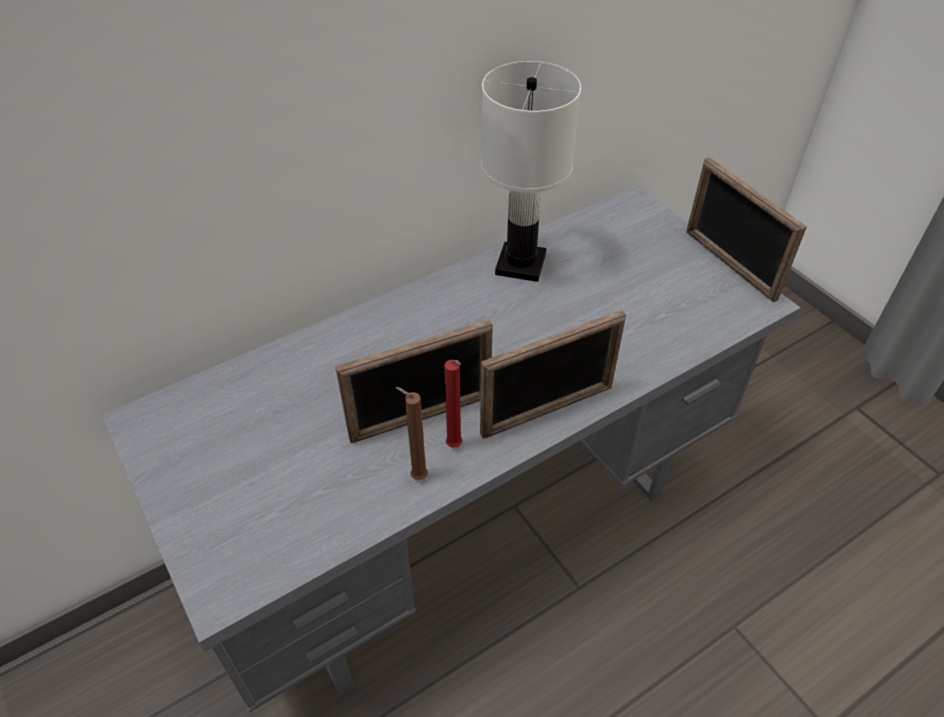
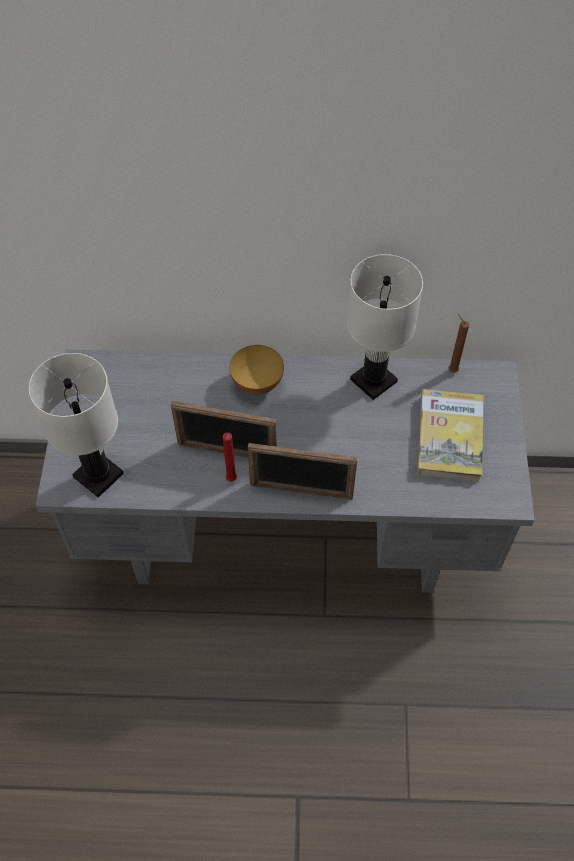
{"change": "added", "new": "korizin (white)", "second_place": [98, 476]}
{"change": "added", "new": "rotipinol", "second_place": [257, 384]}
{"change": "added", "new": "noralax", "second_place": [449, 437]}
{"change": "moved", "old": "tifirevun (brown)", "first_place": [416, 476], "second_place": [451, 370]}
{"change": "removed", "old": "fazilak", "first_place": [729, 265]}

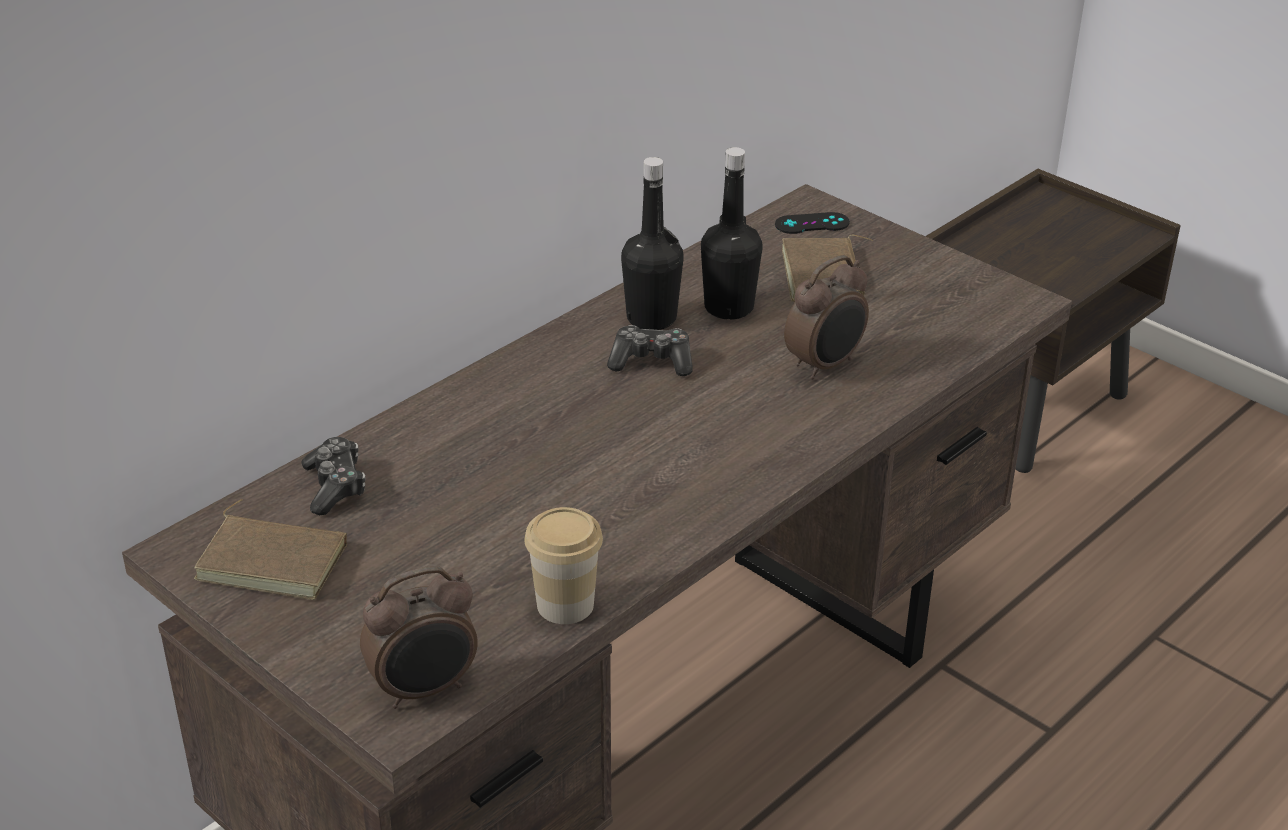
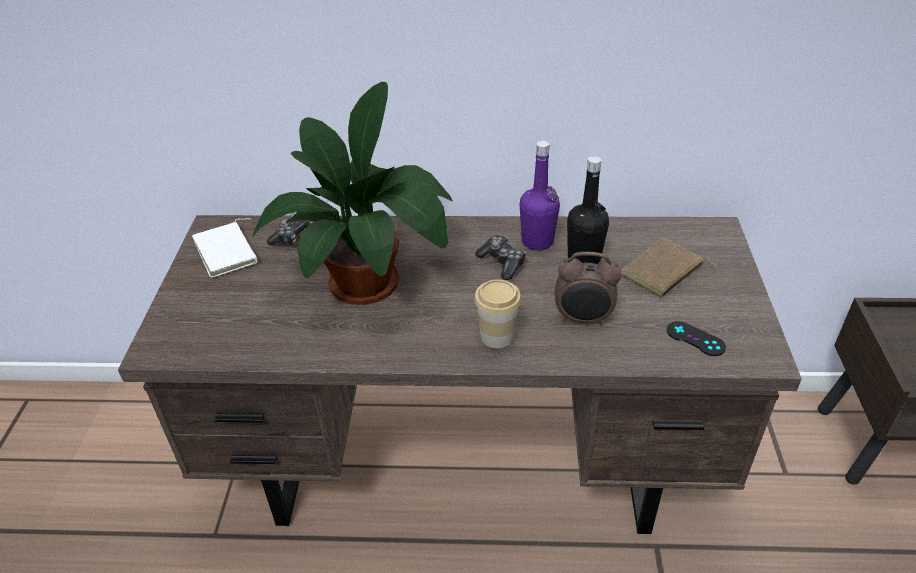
{"change": "recoloured", "old": "noralax (brown)", "new": "noralax (white)", "first_place": [275, 560], "second_place": [228, 252]}
{"change": "added", "new": "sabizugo", "second_place": [370, 280]}
{"change": "moved", "old": "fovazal", "first_place": [565, 604], "second_place": [497, 336]}
{"change": "recoloured", "old": "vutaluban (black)", "new": "vutaluban (purple)", "first_place": [651, 318], "second_place": [537, 241]}
{"change": "moved", "old": "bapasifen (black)", "first_place": [812, 224], "second_place": [695, 339]}
{"change": "removed", "old": "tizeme", "first_place": [425, 690]}

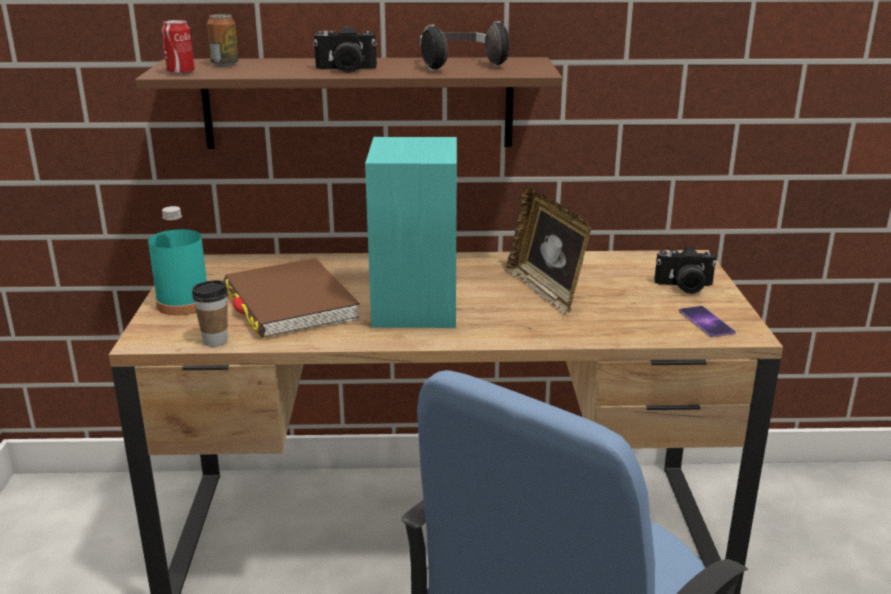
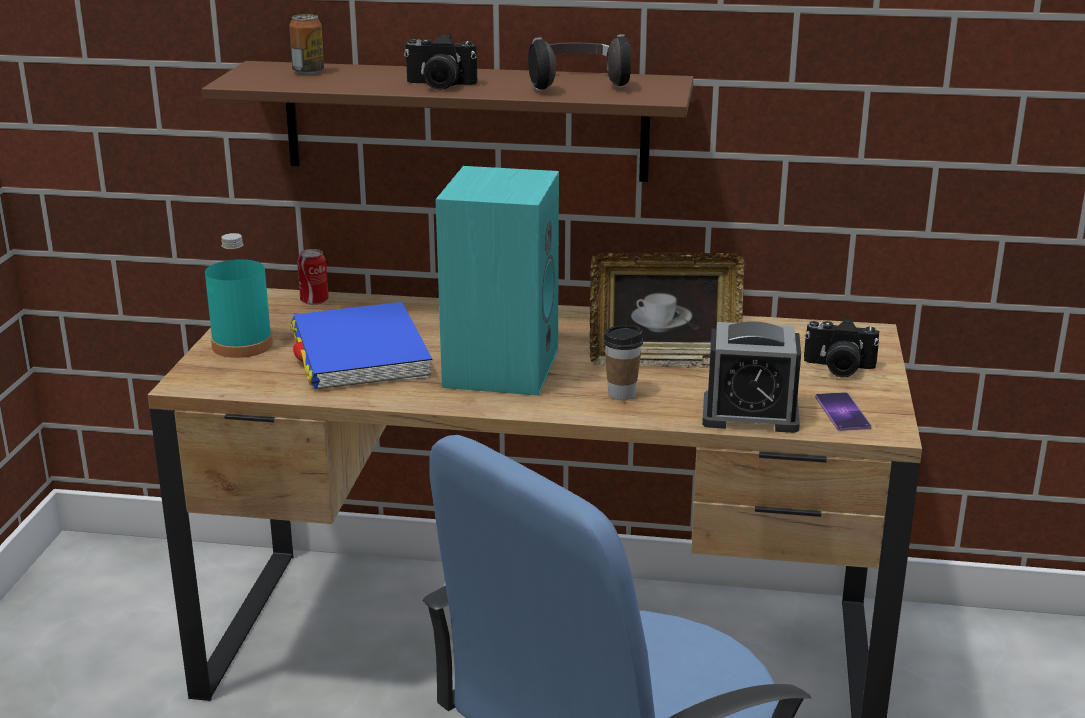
{"change": "recoloured", "old": "noralax (brown)", "new": "noralax (blue)", "first_place": [290, 304], "second_place": [360, 354]}
{"change": "moved", "old": "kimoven", "first_place": [180, 73], "second_place": [314, 301]}
{"change": "turned", "old": "fazilak", "first_place": [545, 291], "second_place": [664, 361], "degrees": -75}
{"change": "moved", "old": "fovazal", "first_place": [215, 341], "second_place": [621, 394]}
{"change": "added", "new": "tizeme", "second_place": [750, 414]}

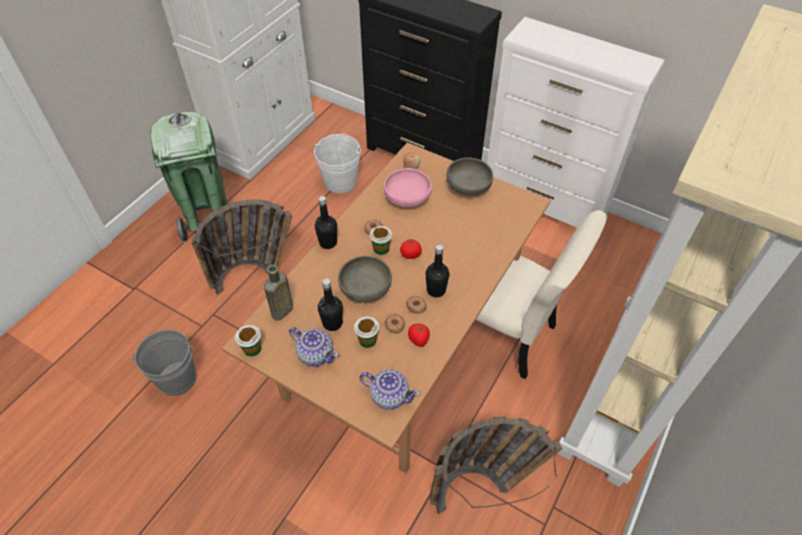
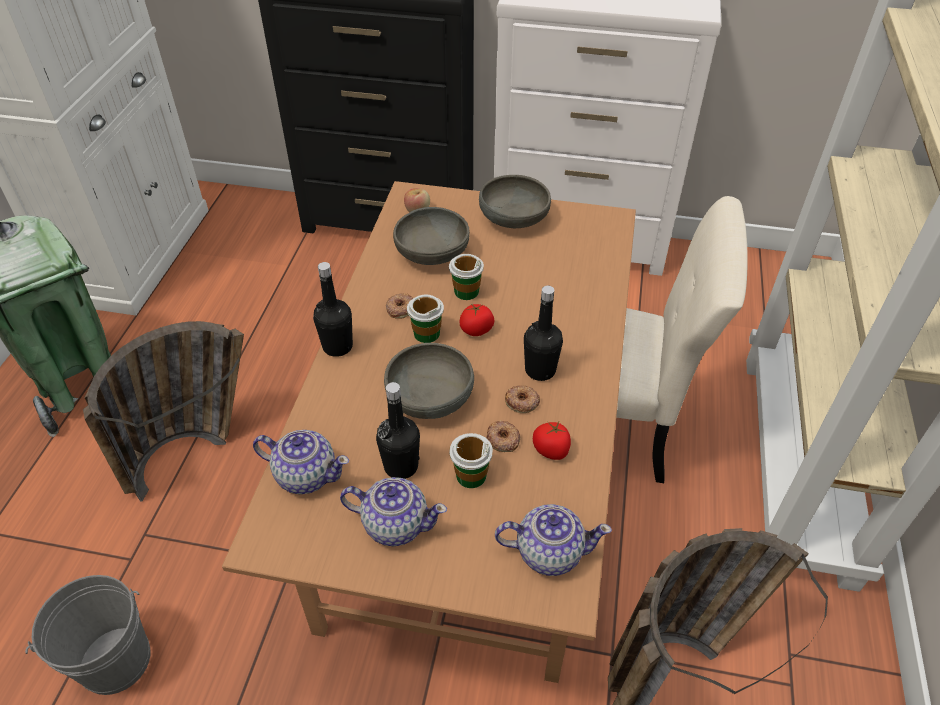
{"change": "replaced", "old": "vutaluban (brown)", "new": "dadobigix", "first_place": [281, 312], "second_place": [305, 474]}
{"change": "recoloured", "old": "rotipinol (pink)", "new": "rotipinol (grey)", "first_place": [407, 198], "second_place": [432, 253]}
{"change": "moved", "old": "fovazal", "first_place": [252, 348], "second_place": [466, 291]}
{"change": "removed", "old": "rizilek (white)", "first_place": [340, 181]}

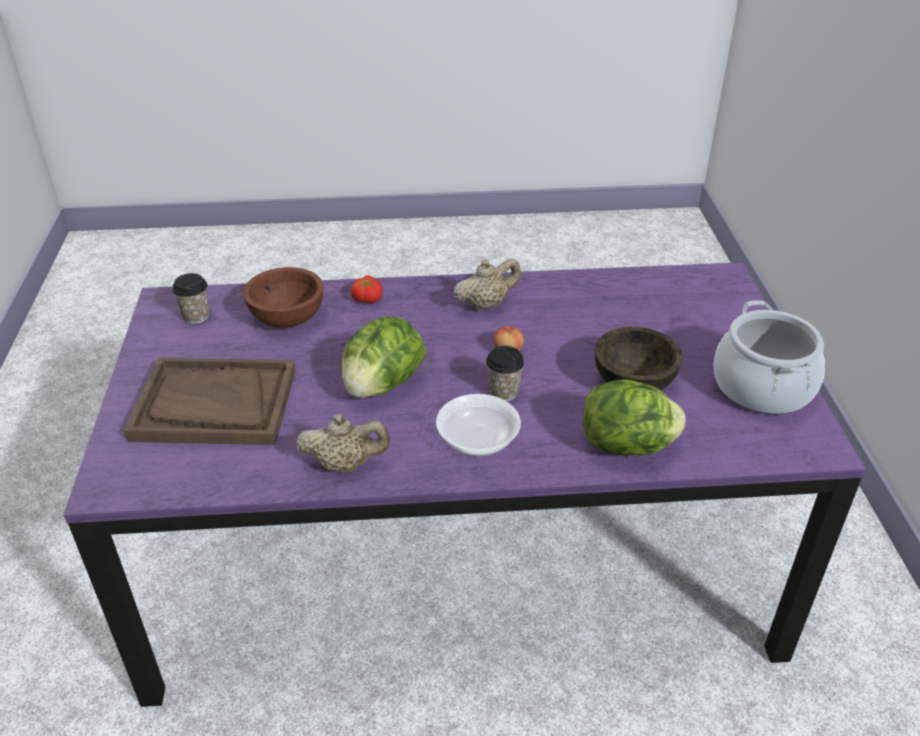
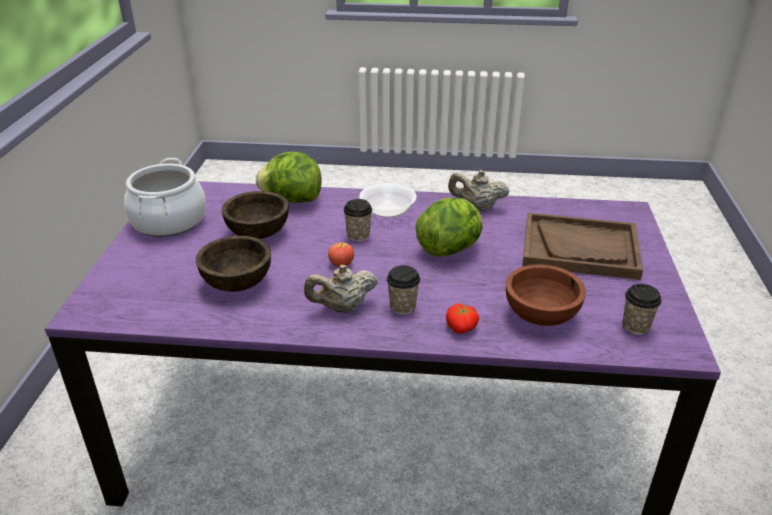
{"change": "added", "new": "rotipinol (brown)", "second_place": [237, 283]}
{"change": "added", "new": "fovazal", "second_place": [402, 307]}

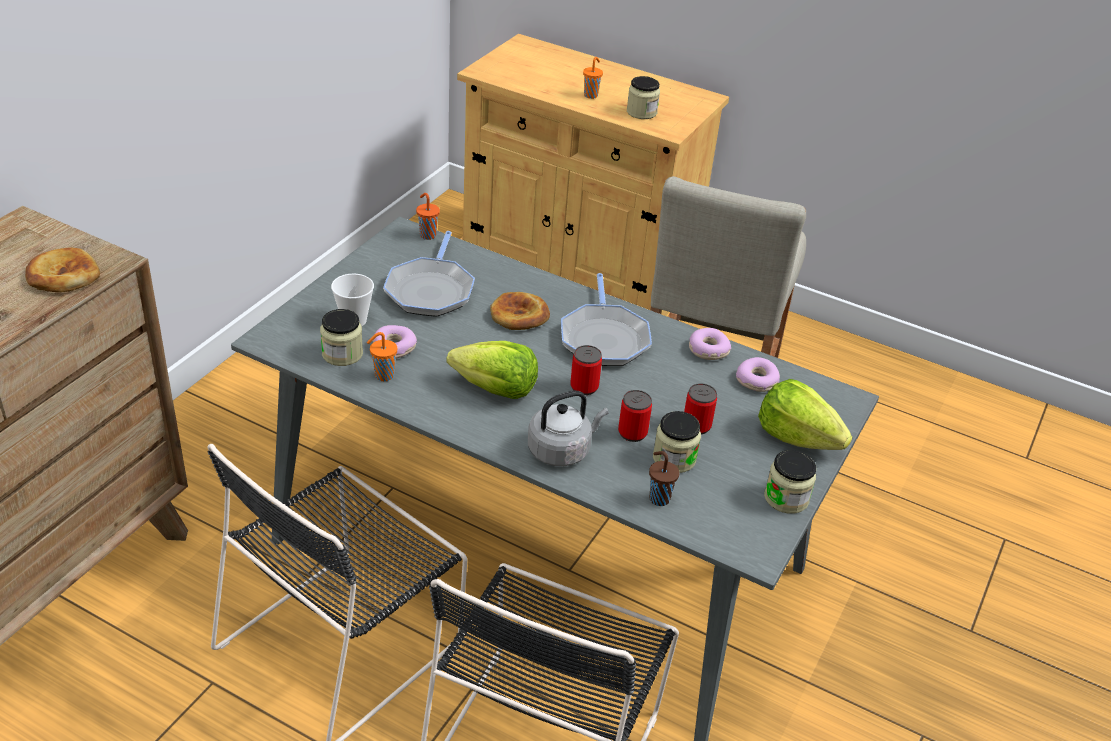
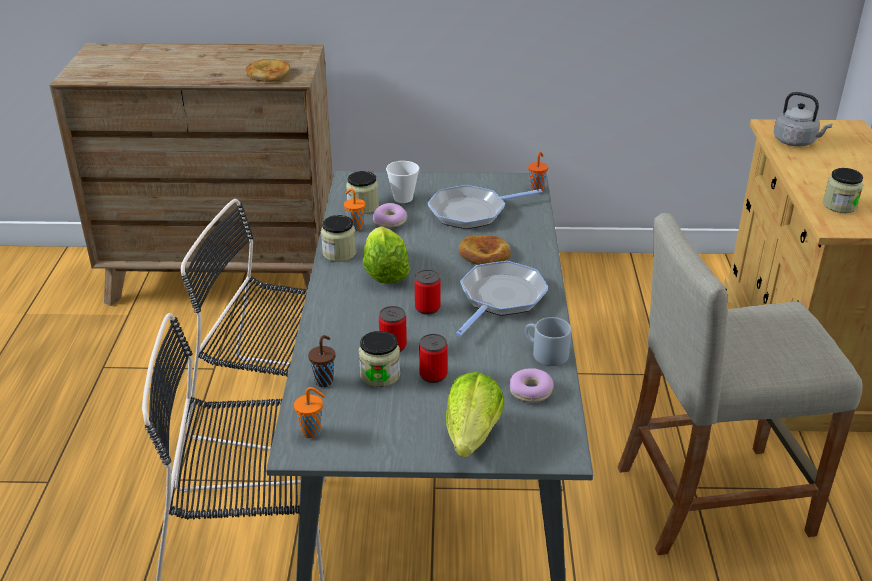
{"change": "moved", "old": "fovazal (orange)", "first_place": [591, 95], "second_place": [312, 432]}
{"change": "moved", "old": "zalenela", "first_place": [786, 498], "second_place": [339, 253]}
{"change": "turned", "old": "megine", "first_place": [604, 338], "second_place": [500, 298], "degrees": 150}
{"change": "replaced", "old": "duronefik", "new": "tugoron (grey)", "first_place": [708, 350], "second_place": [544, 353]}
{"change": "moved", "old": "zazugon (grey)", "first_place": [562, 450], "second_place": [796, 142]}

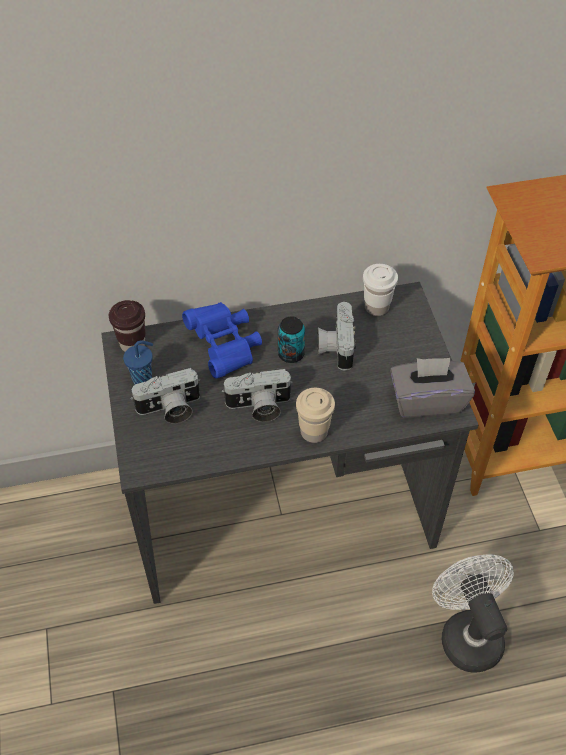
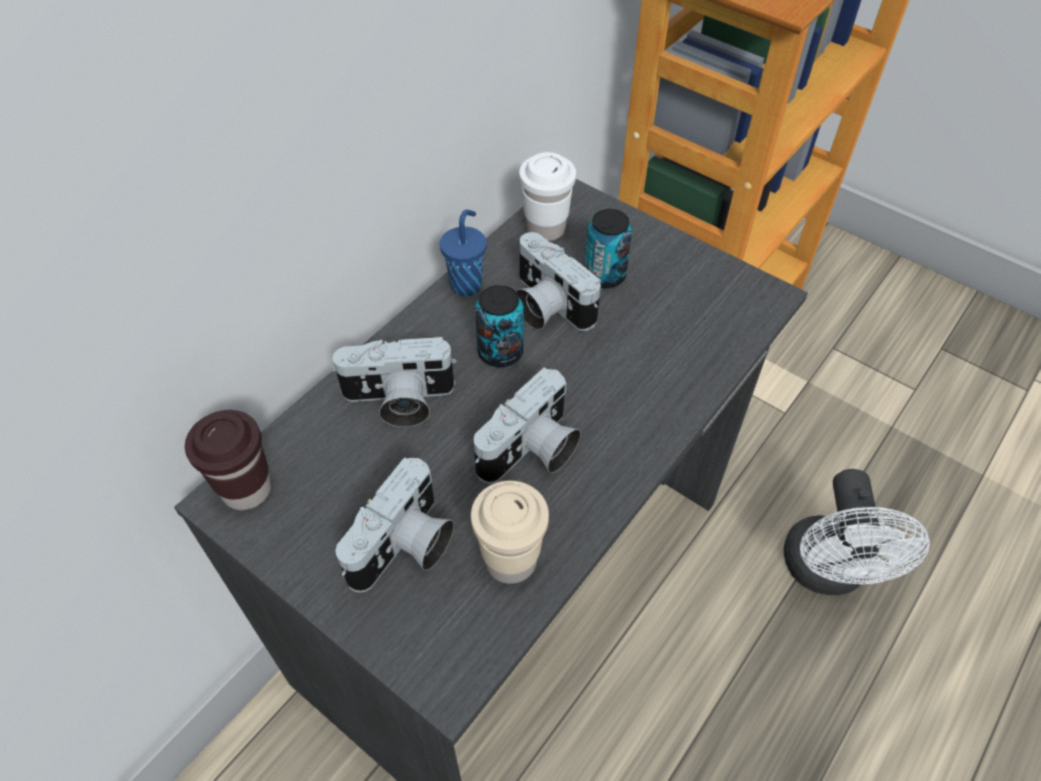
{"change": "replaced", "old": "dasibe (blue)", "new": "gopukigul", "first_place": [225, 347], "second_place": [398, 401]}
{"change": "moved", "old": "fovazal (blue)", "first_place": [143, 379], "second_place": [467, 284]}
{"change": "moved", "old": "fovazal (beige)", "first_place": [314, 432], "second_place": [510, 560]}
{"change": "added", "new": "kimoven", "second_place": [604, 275]}
{"change": "turned", "old": "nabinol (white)", "first_place": [467, 632], "second_place": [826, 573], "degrees": -120}
{"change": "removed", "old": "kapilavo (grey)", "first_place": [427, 400]}

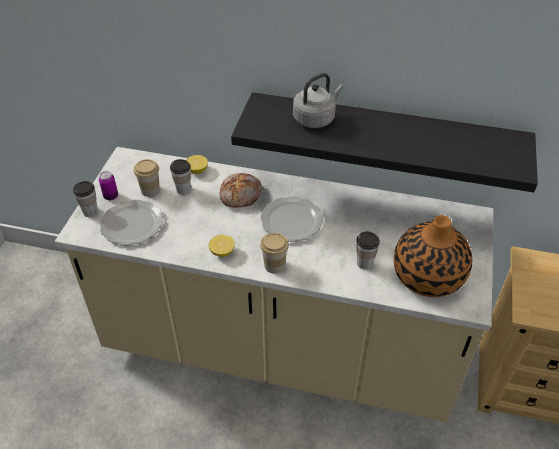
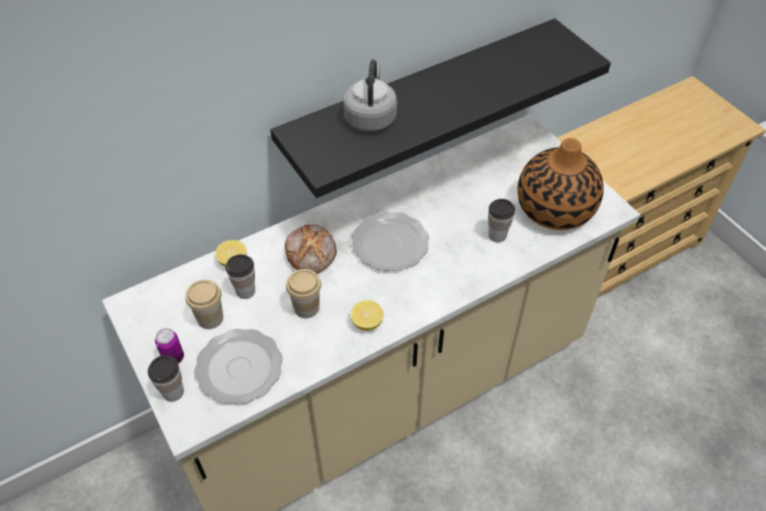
{"change": "moved", "old": "fovazal", "first_place": [274, 265], "second_place": [306, 307]}

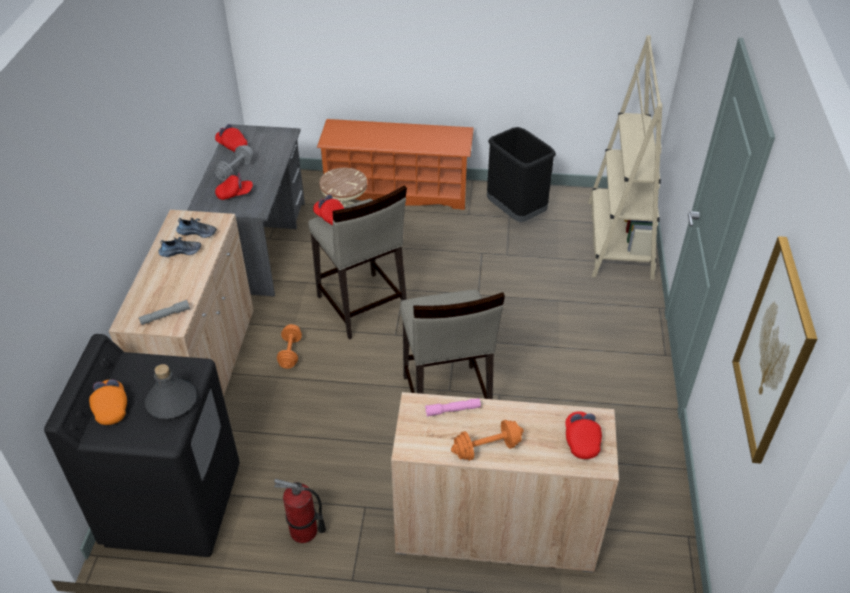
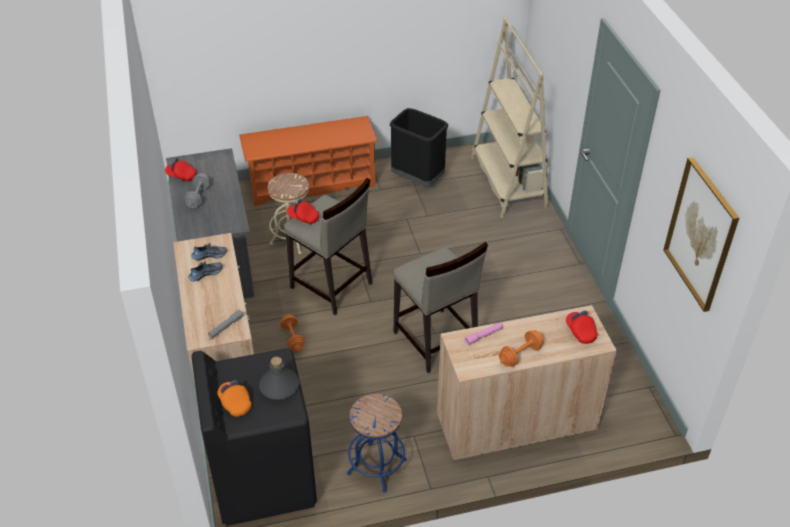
{"change": "replaced", "old": "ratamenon", "new": "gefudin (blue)", "first_place": [304, 531], "second_place": [377, 467]}
{"change": "removed", "old": "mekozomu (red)", "first_place": [235, 194]}

